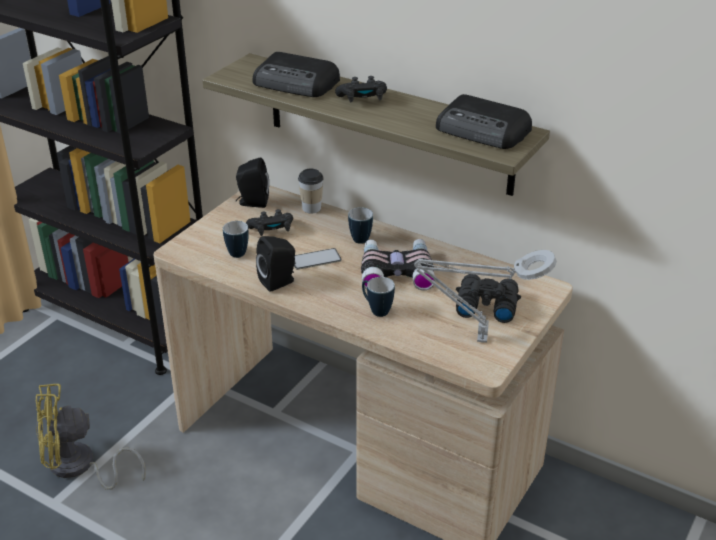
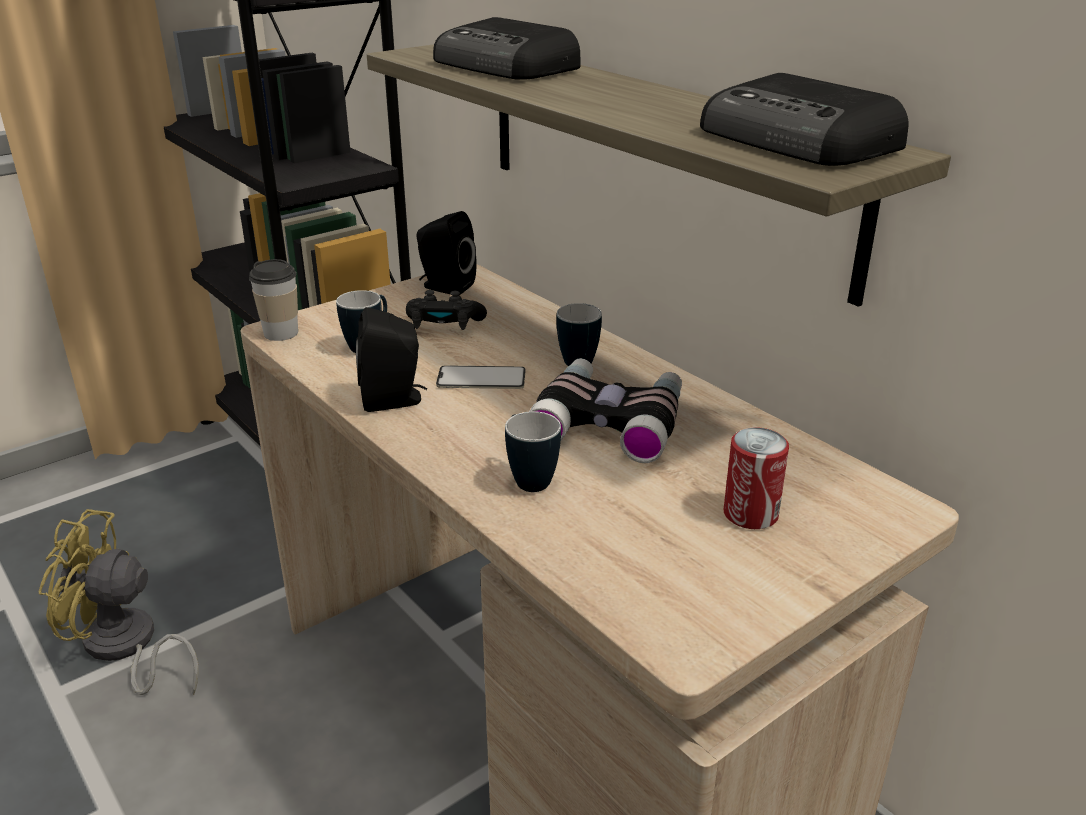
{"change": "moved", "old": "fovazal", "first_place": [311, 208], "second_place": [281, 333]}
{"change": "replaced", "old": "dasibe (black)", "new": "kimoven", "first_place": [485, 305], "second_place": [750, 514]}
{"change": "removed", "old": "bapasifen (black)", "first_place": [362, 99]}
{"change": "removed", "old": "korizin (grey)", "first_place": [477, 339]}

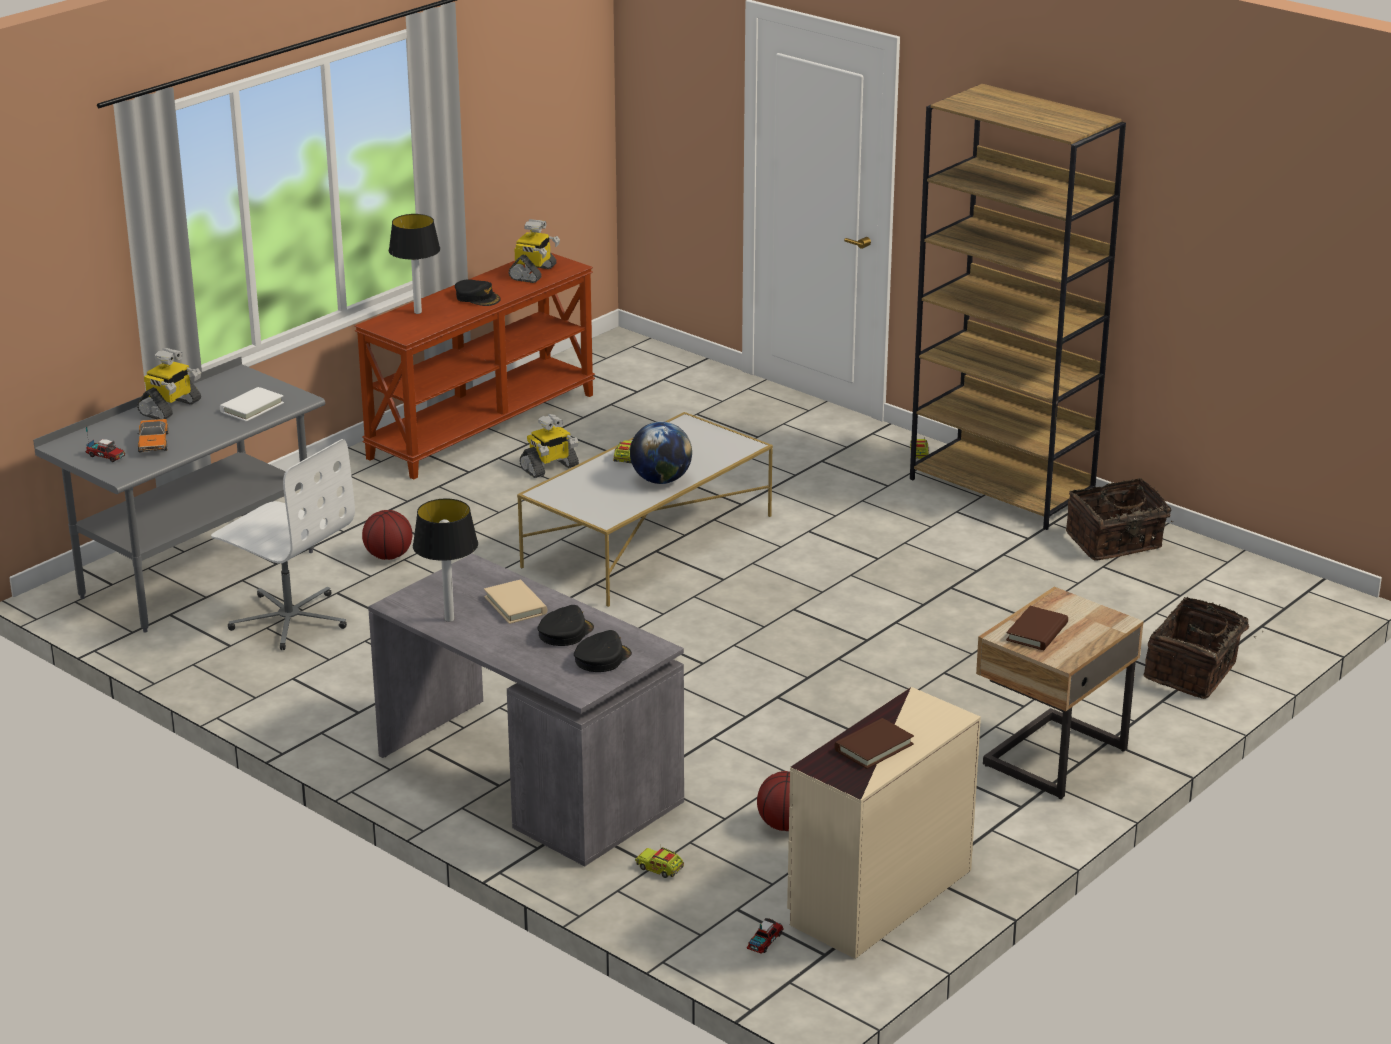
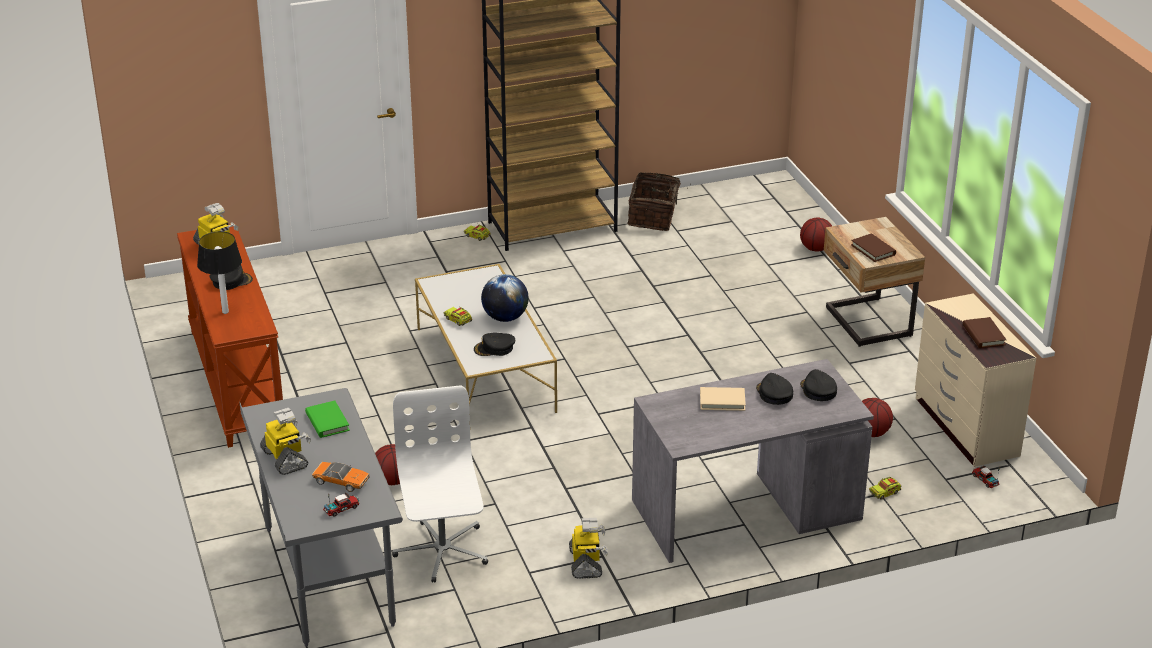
{"change": "recoloured", "old": "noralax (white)", "new": "noralax (green)", "first_place": [252, 407], "second_place": [327, 422]}
{"change": "turned", "old": "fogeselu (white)", "first_place": [289, 619], "second_place": [442, 551], "degrees": -75}
{"change": "added", "new": "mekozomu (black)", "second_place": [494, 348]}
{"change": "moved", "old": "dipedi", "first_place": [549, 468], "second_place": [586, 563]}
{"change": "replaced", "old": "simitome", "new": "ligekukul", "first_place": [1193, 672], "second_place": [816, 249]}
{"change": "removed", "old": "korizin", "first_place": [449, 618]}

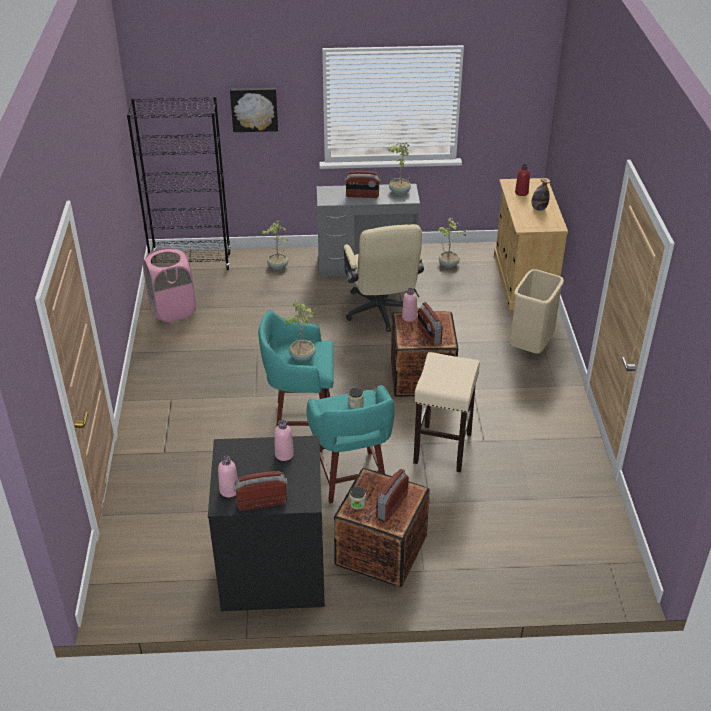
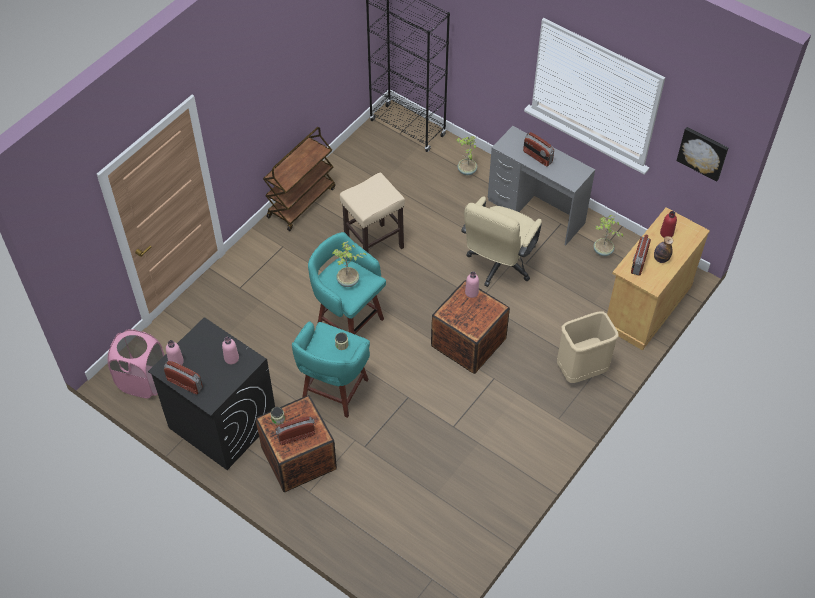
{"change": "moved", "old": "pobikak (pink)", "first_place": [173, 310], "second_place": [143, 381]}
{"change": "added", "new": "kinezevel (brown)", "second_place": [301, 202]}
{"change": "moved", "old": "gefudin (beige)", "first_place": [442, 448], "second_place": [373, 246]}
{"change": "moved", "old": "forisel", "first_place": [429, 335], "second_place": [638, 262]}
{"change": "moved", "old": "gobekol", "first_place": [254, 109], "second_place": [703, 152]}
{"change": "removed", "old": "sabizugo", "first_place": [399, 192]}

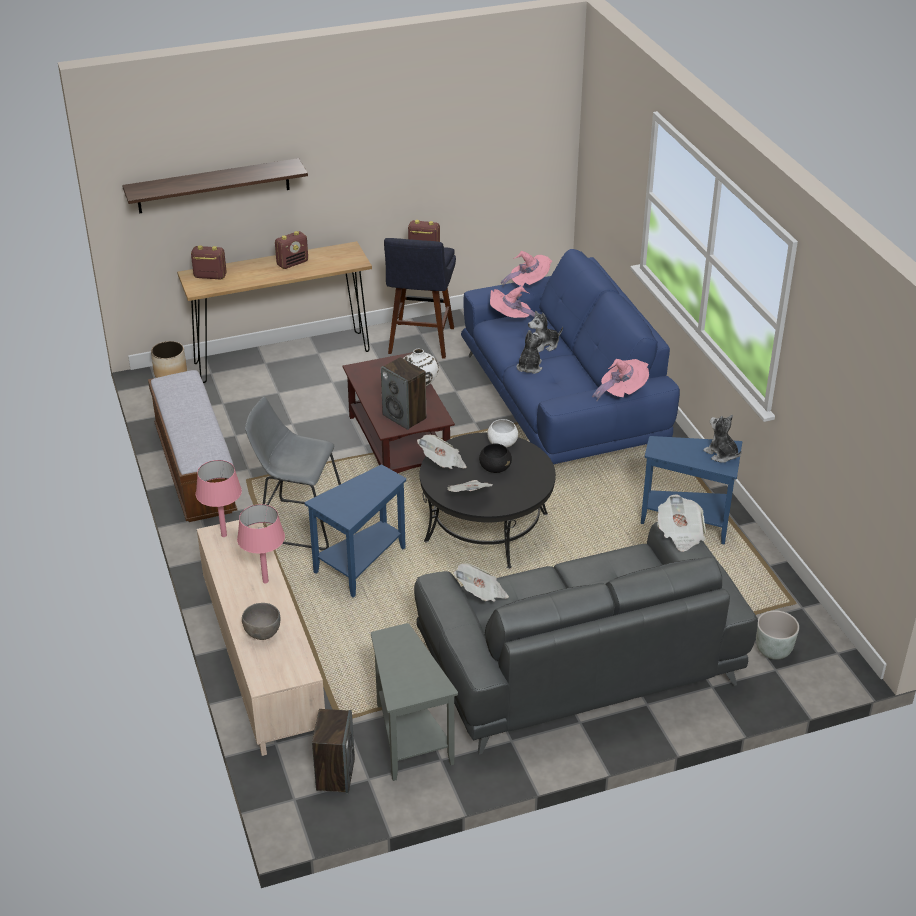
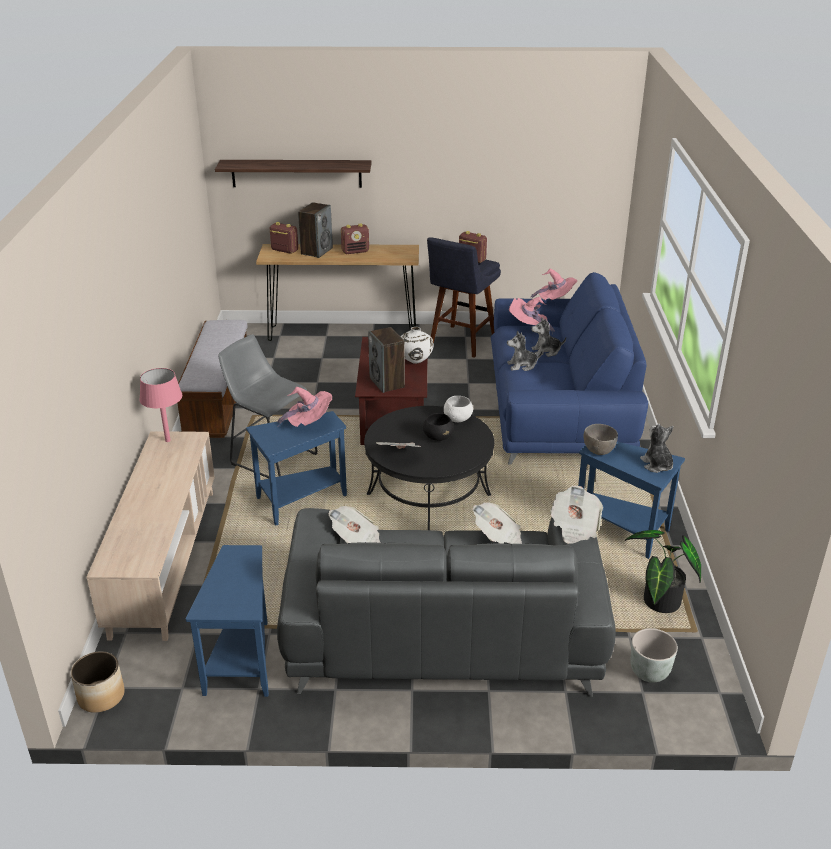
{"change": "moved", "old": "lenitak", "first_place": [170, 373], "second_place": [100, 696]}
{"change": "recoloured", "old": "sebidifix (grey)", "new": "sebidifix (blue)", "first_place": [410, 740], "second_place": [242, 662]}
{"change": "moved", "old": "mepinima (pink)", "first_place": [621, 392], "second_place": [309, 423]}
{"change": "moved", "old": "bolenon", "first_place": [335, 774], "second_place": [316, 251]}
{"change": "moved", "old": "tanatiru", "first_place": [442, 463], "second_place": [498, 537]}
{"change": "turned", "old": "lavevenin", "first_place": [529, 367], "second_place": [522, 365], "degrees": -135}
{"change": "moved", "old": "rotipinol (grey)", "first_place": [262, 633], "second_place": [598, 450]}
{"change": "added", "new": "sabizugo", "second_place": [658, 603]}
{"change": "removed", "old": "korizin (pink)", "first_place": [265, 581]}

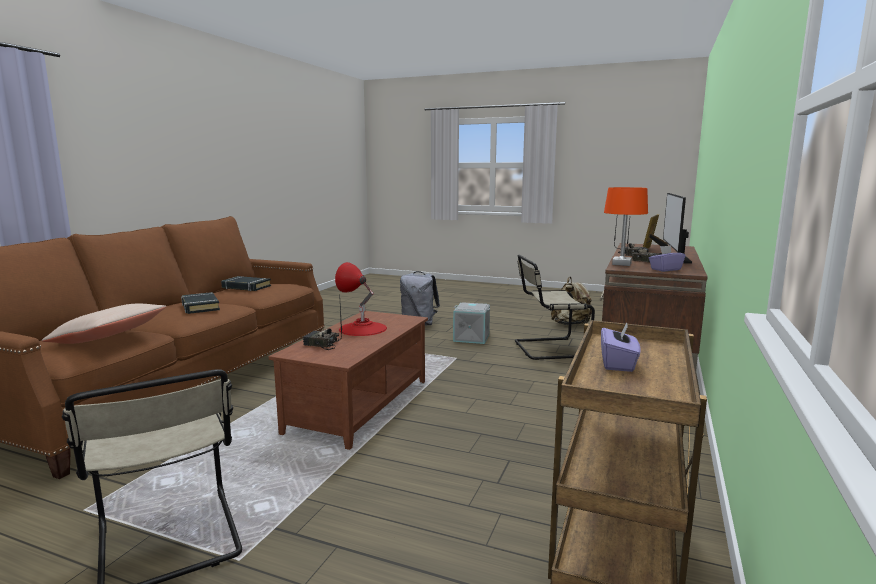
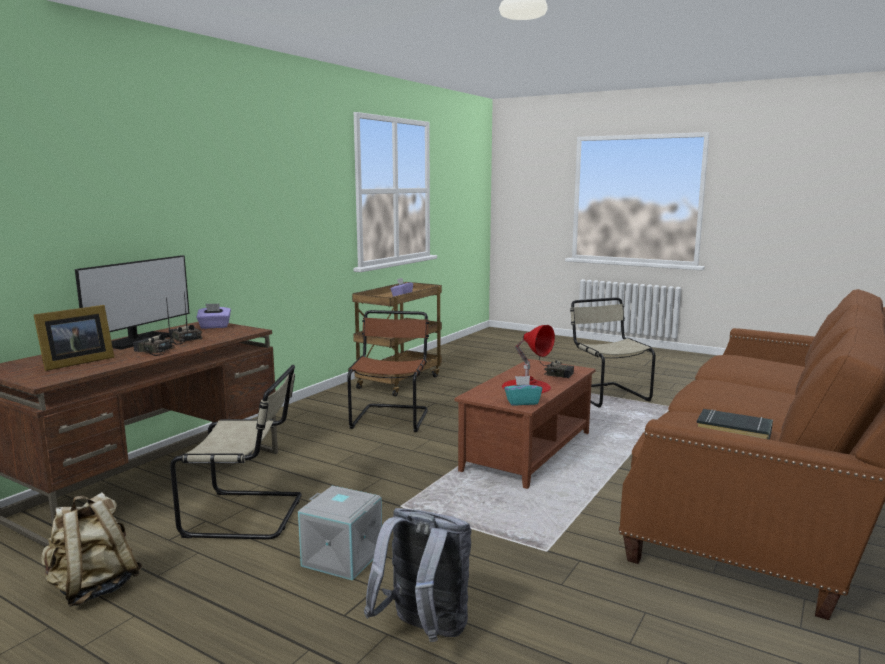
{"change": "added", "new": "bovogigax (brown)", "second_place": [391, 418]}
{"change": "added", "new": "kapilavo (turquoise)", "second_place": [522, 402]}
{"change": "removed", "old": "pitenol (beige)", "first_place": [108, 338]}
{"change": "removed", "old": "noralax (black)", "first_place": [200, 307]}
{"change": "removed", "old": "korizin (orange)", "first_place": [621, 264]}

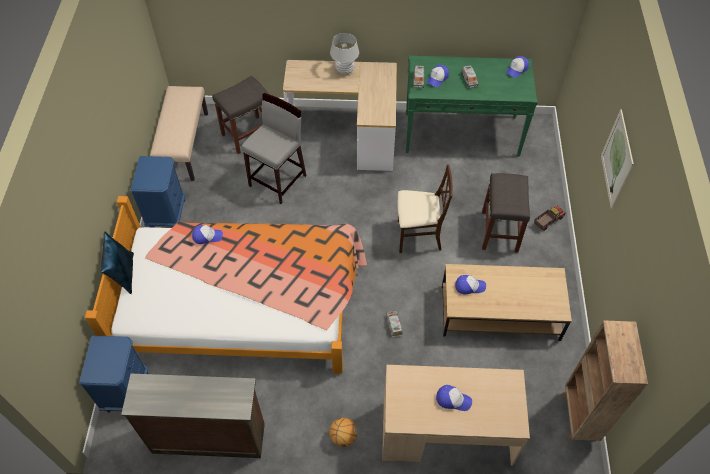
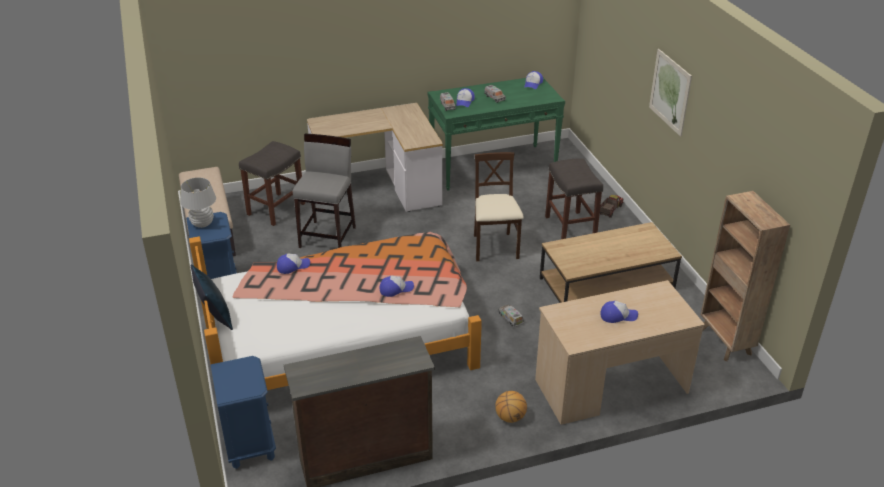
{"change": "moved", "old": "korizin (white)", "first_place": [344, 70], "second_place": [202, 224]}
{"change": "moved", "old": "mekozomu", "first_place": [469, 286], "second_place": [396, 289]}
{"change": "turned", "old": "bovogigax (beige)", "first_place": [418, 236], "second_place": [494, 247], "degrees": -75}

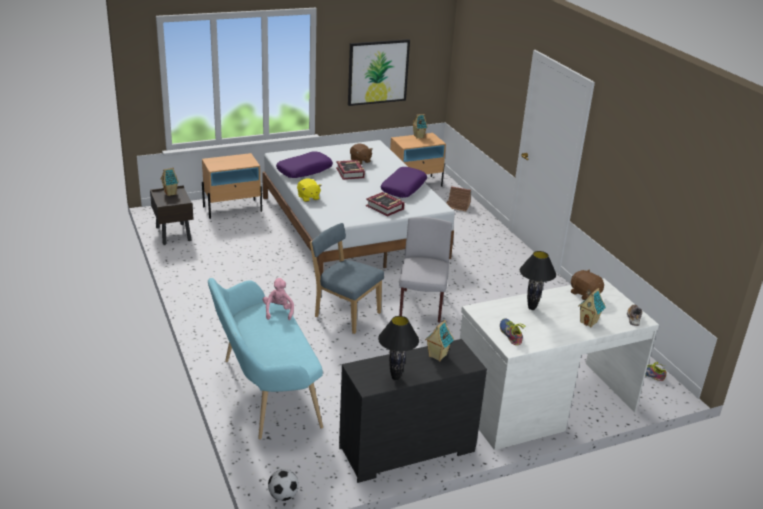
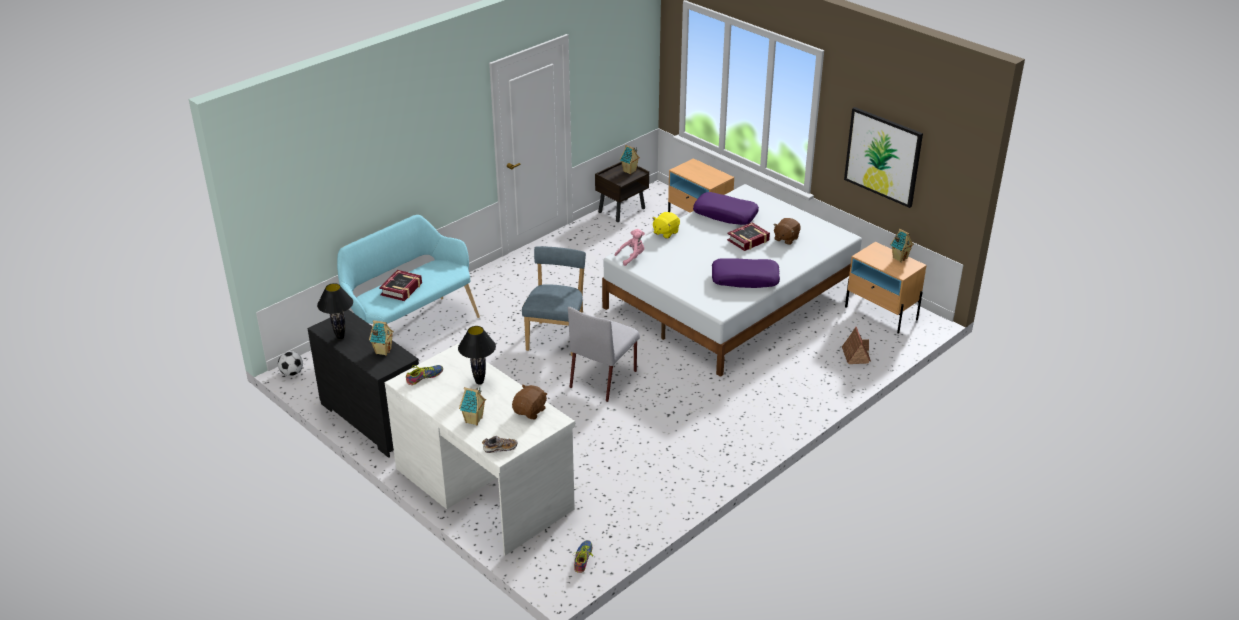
{"change": "moved", "old": "noralax", "first_place": [385, 207], "second_place": [401, 289]}
{"change": "turned", "old": "bovogigax (grey)", "first_place": [421, 307], "second_place": [603, 378], "degrees": 135}
{"change": "moved", "old": "lavevenin (pink)", "first_place": [278, 311], "second_place": [632, 257]}

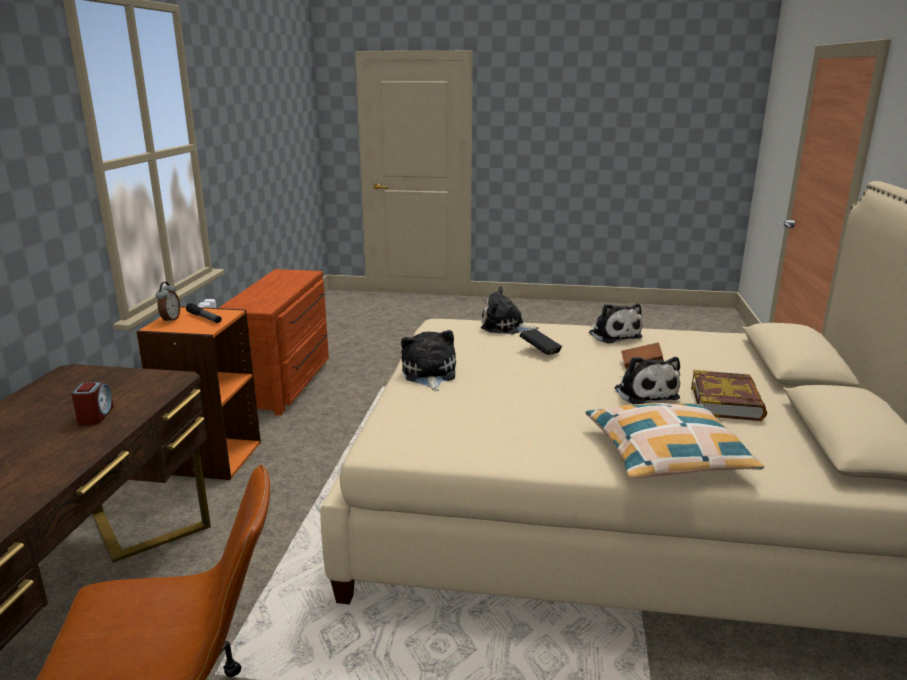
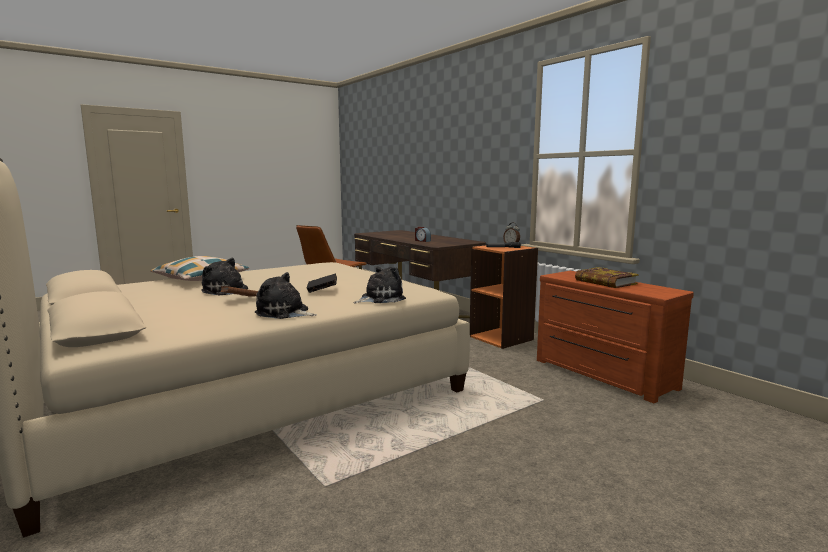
{"change": "moved", "old": "noralax", "first_place": [726, 402], "second_place": [605, 282]}
{"change": "removed", "old": "lavevenin", "first_place": [429, 374]}

